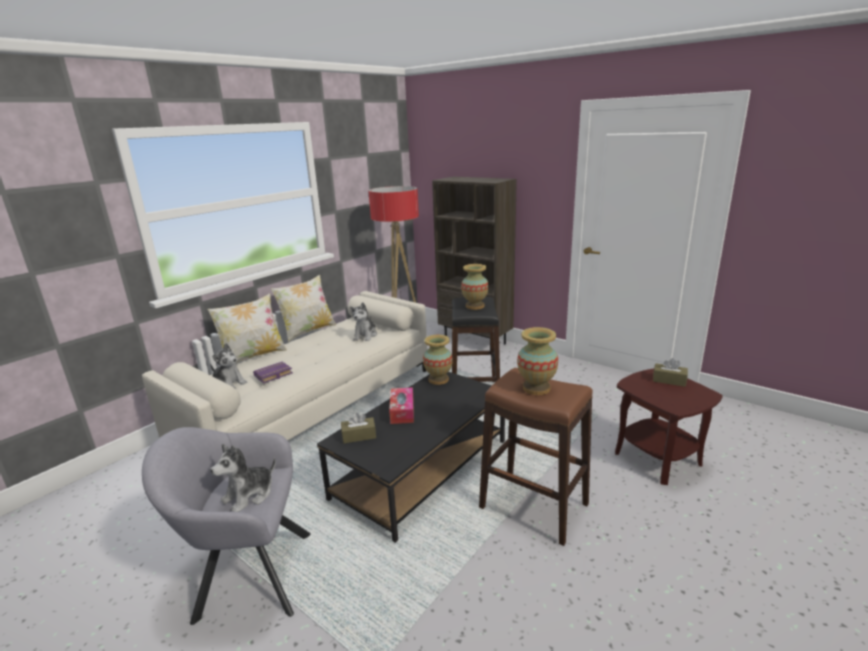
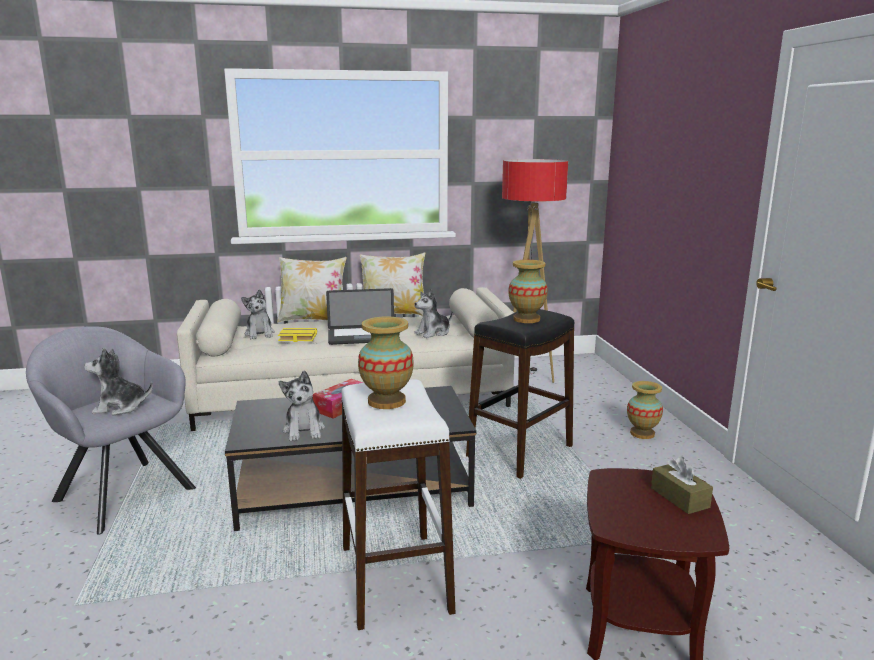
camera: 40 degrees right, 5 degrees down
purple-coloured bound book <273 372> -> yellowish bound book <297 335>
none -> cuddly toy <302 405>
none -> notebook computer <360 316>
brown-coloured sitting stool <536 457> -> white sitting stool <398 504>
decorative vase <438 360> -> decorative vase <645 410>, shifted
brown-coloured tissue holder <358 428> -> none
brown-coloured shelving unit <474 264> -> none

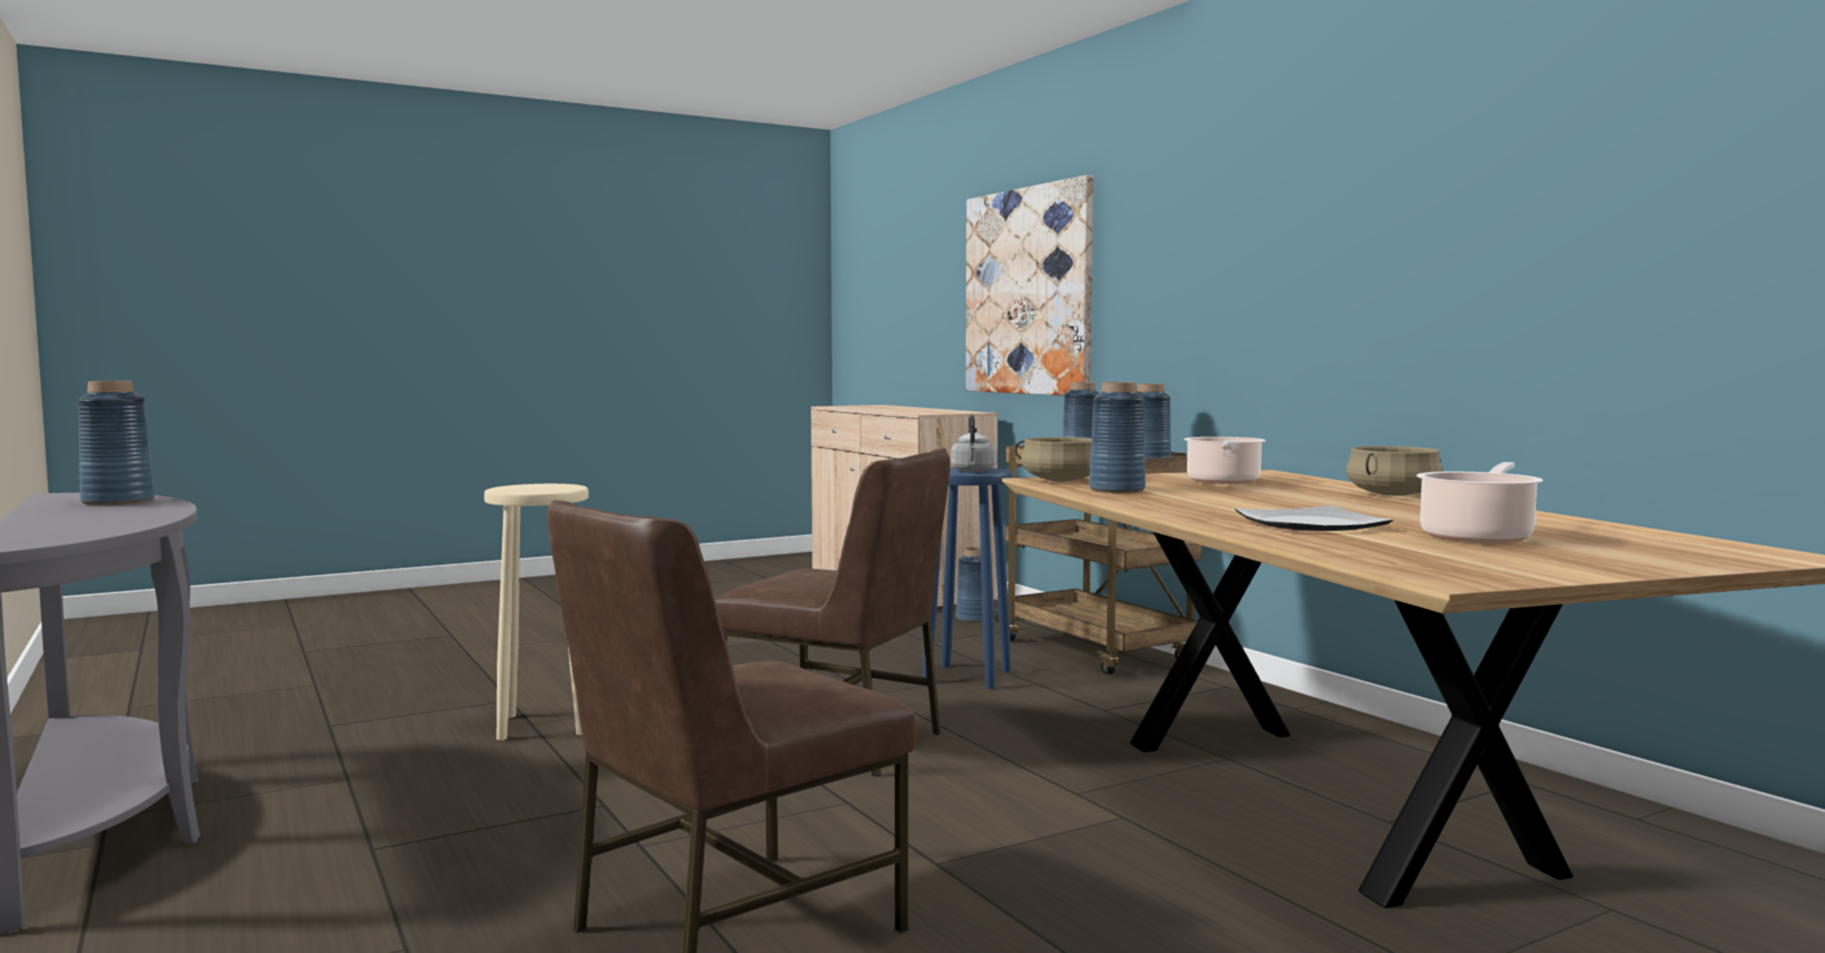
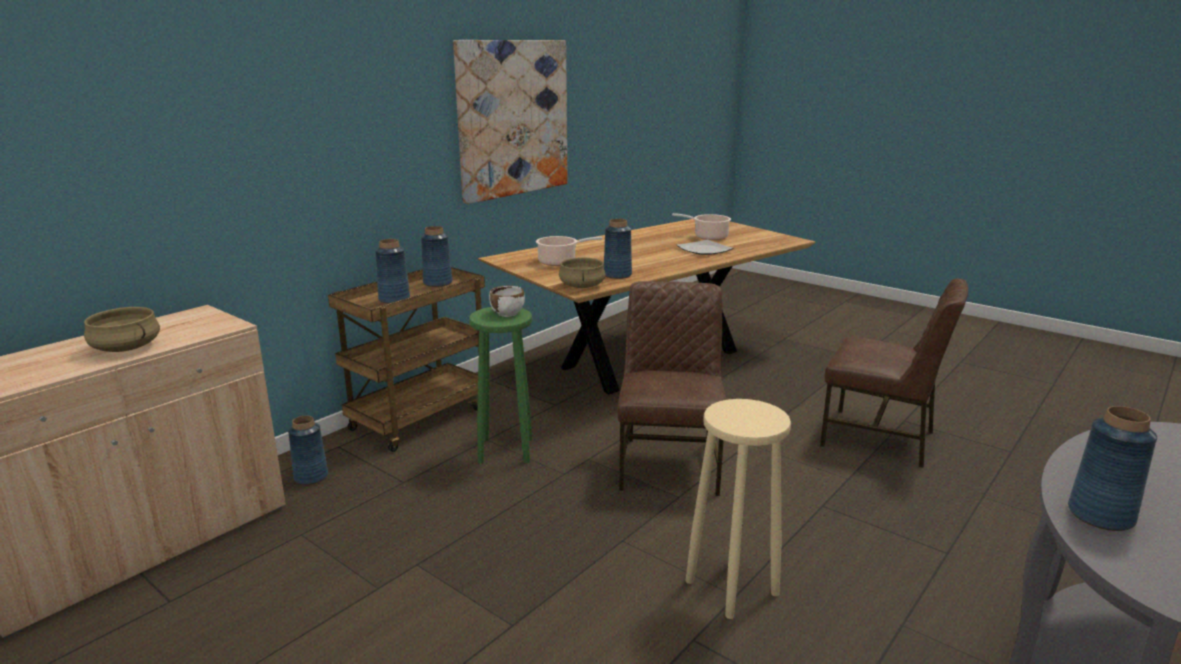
camera: 110 degrees left, 15 degrees up
sand-coloured saucepot <1394 471> -> sand-coloured saucepot <122 329>, shifted
wall picture <1029 285> -> wall picture <510 122>, shifted
blue sitting stool <968 578> -> green sitting stool <500 385>
greyish kettle <973 443> -> white deep dish <507 301>

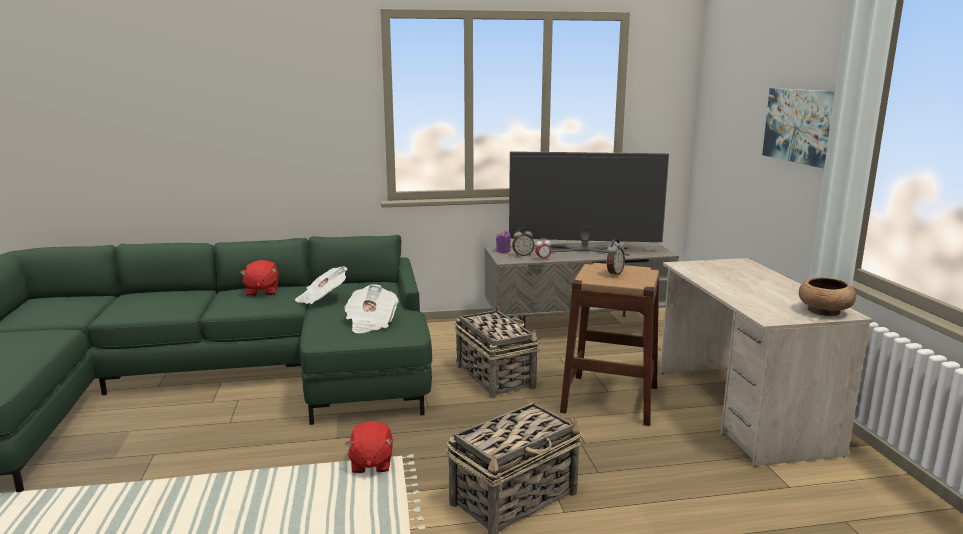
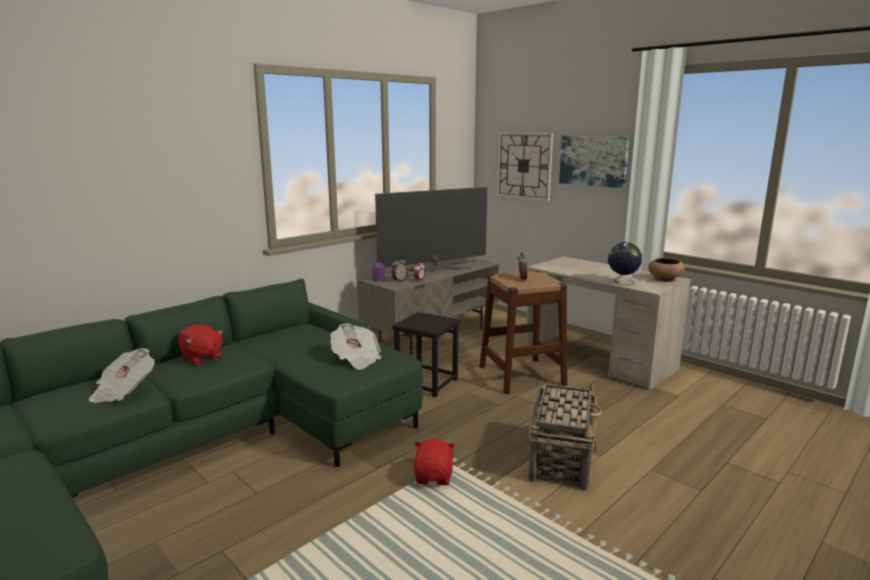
camera: 35 degrees left, 0 degrees up
daily paper <321 285> -> daily paper <122 375>, shifted
storage basket <497 351> -> blackish sitting stool <426 354>
red-coloured cuddly toy <369 447> -> red-coloured cuddly toy <434 462>, 135 degrees counterclockwise
none -> wall clock <524 166>
none -> desk globe <625 263>

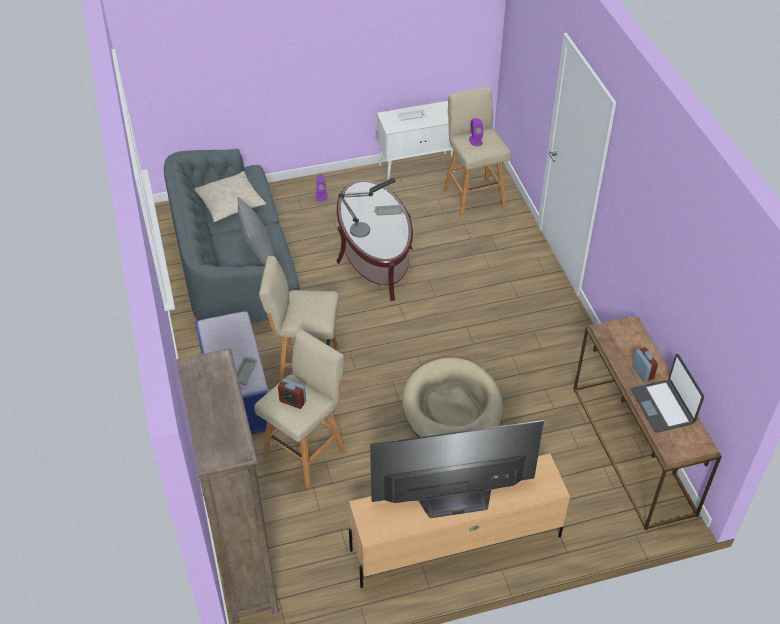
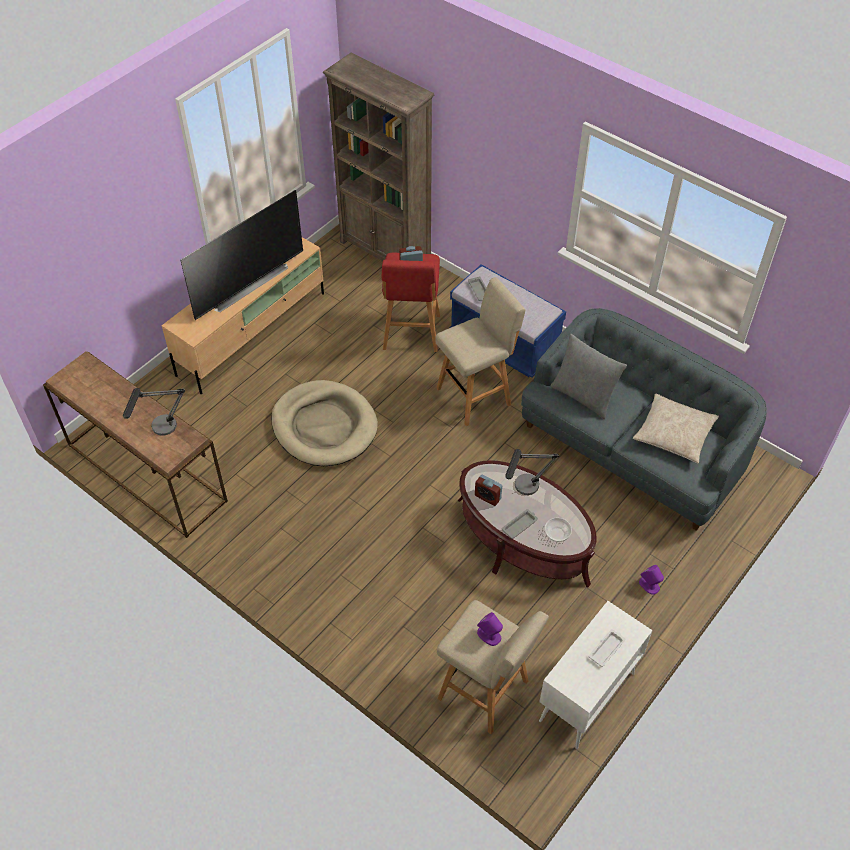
camera: 145 degrees right, 5 degrees up
none -> lamp for a table <154 412>
sand-coloured sitting stool <299 409> -> red-coloured sitting stool <411 302>
alarm clock <645 364> -> alarm clock <488 490>, shifted
notebook computer <667 393> -> none

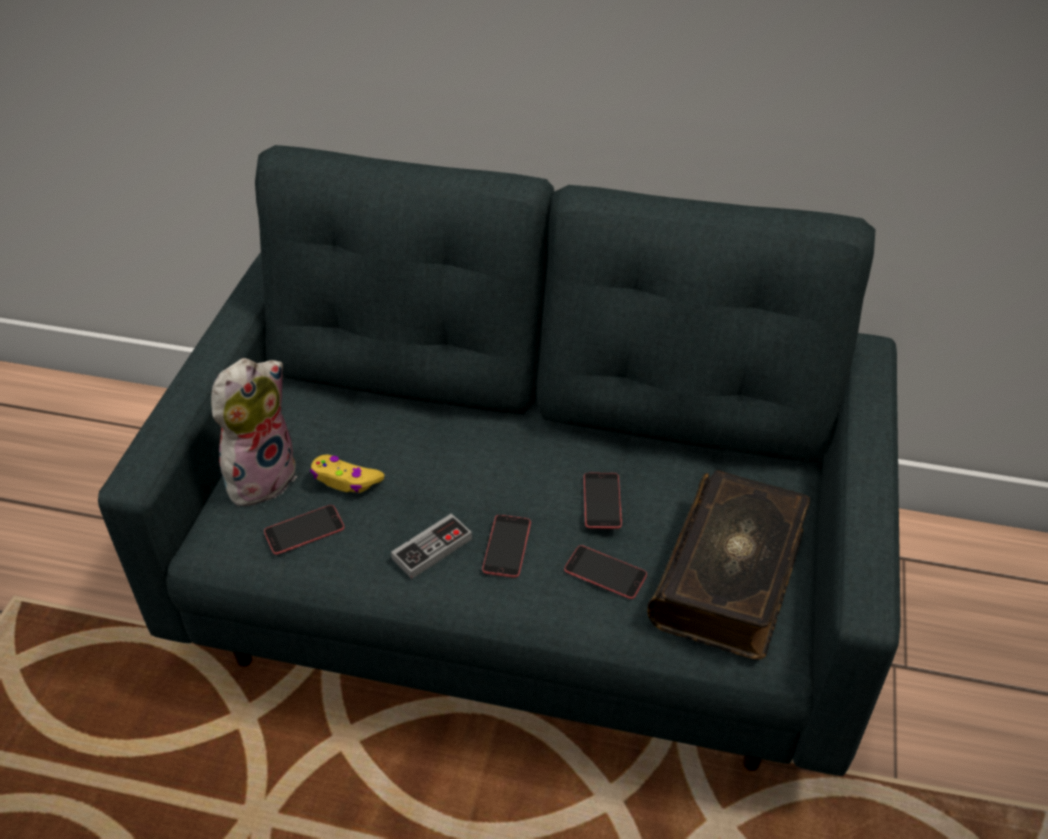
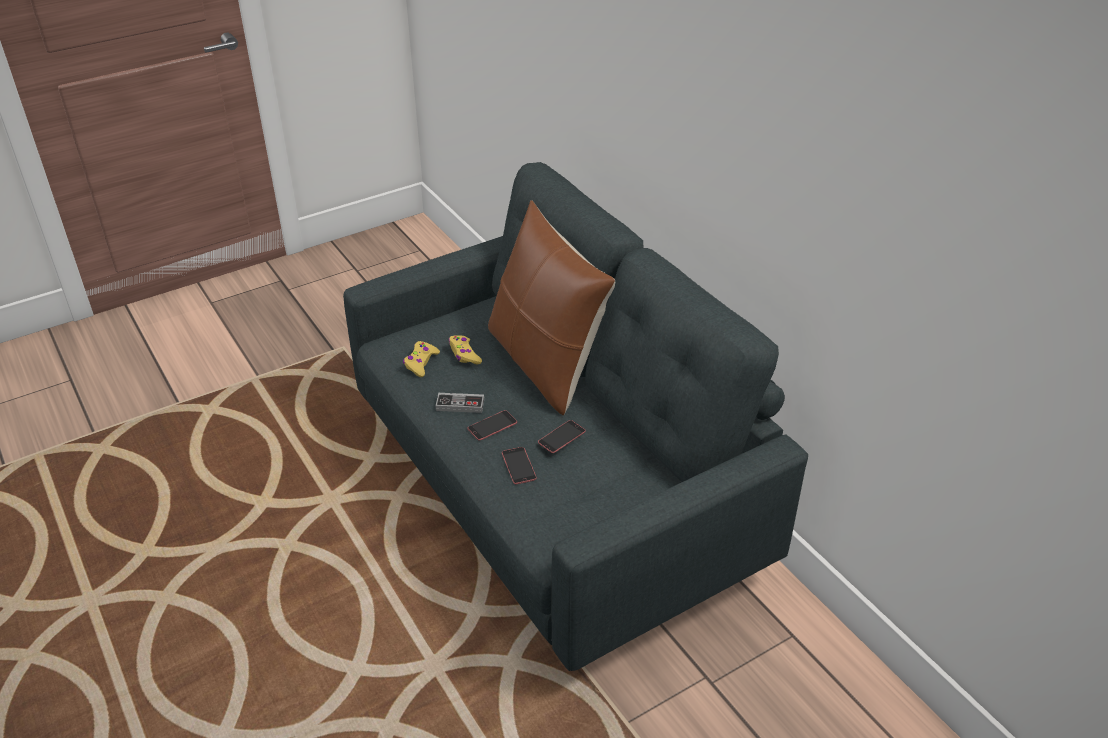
camera: 45 degrees right, 5 degrees down
telephone <304 530> -> yellowish joypad <421 359>
none -> brown-coloured pillow <551 307>
cuddly toy <254 432> -> none
bound book <728 565> -> none

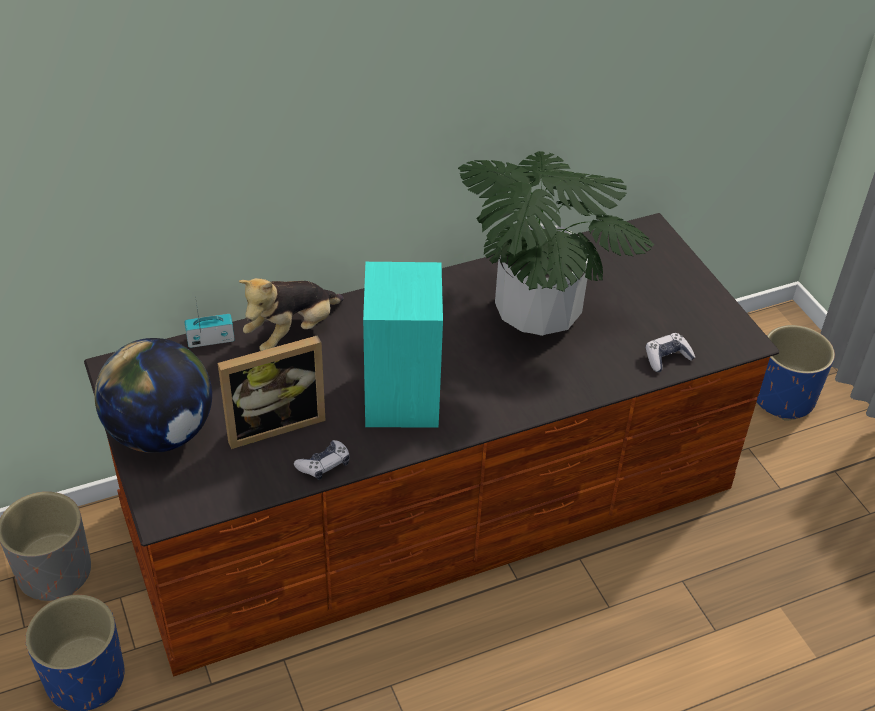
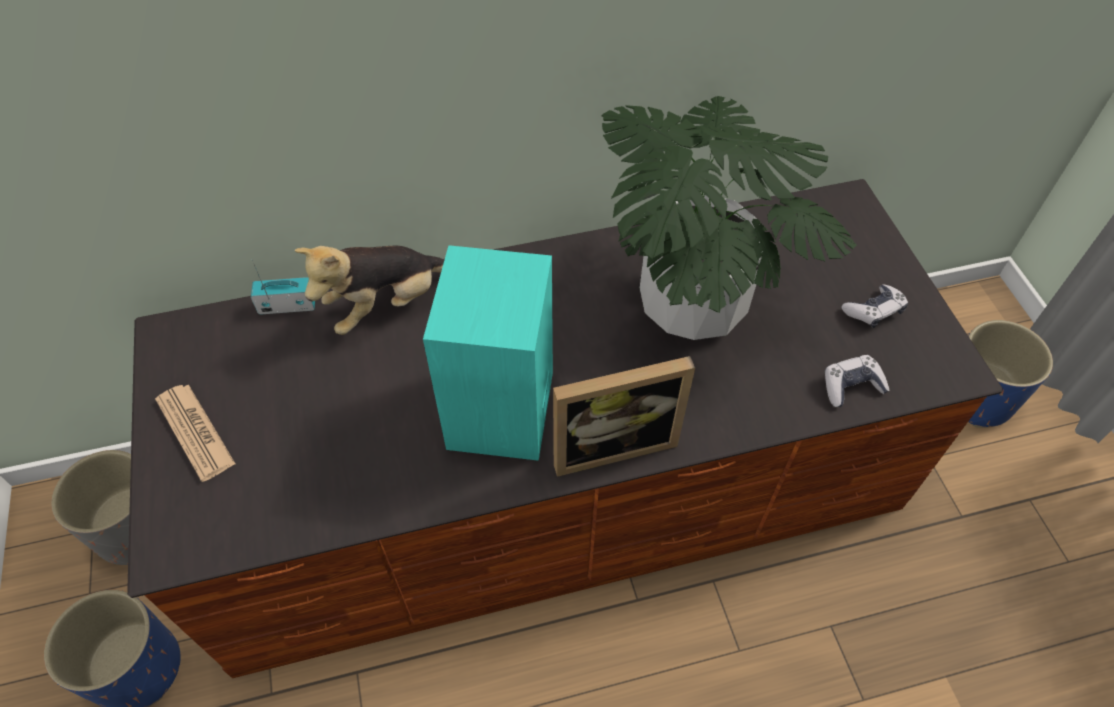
camera: 10 degrees right, 10 degrees up
desk globe <153 395> -> daily paper <195 433>
standing frame <272 392> -> standing frame <624 416>, shifted
joypad <322 460> -> joypad <875 306>, shifted

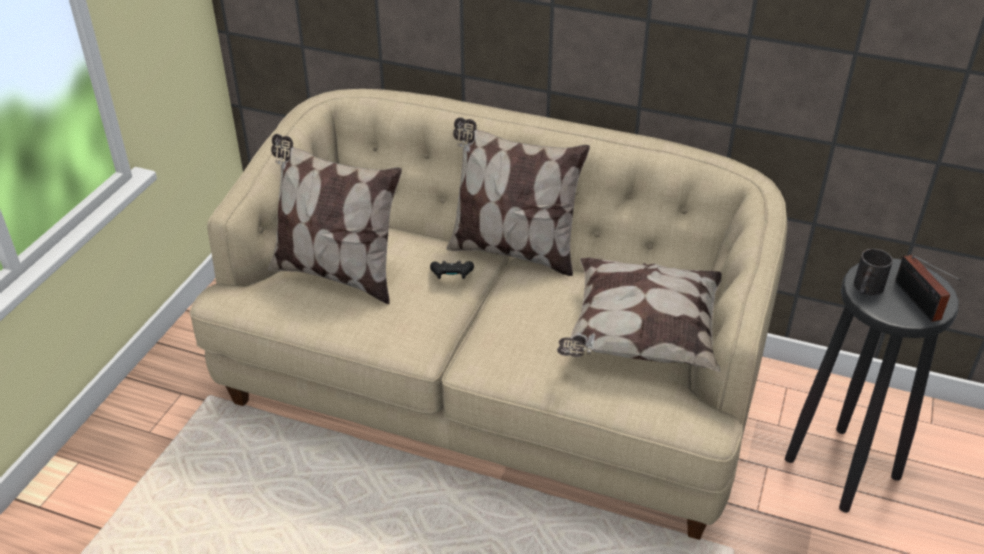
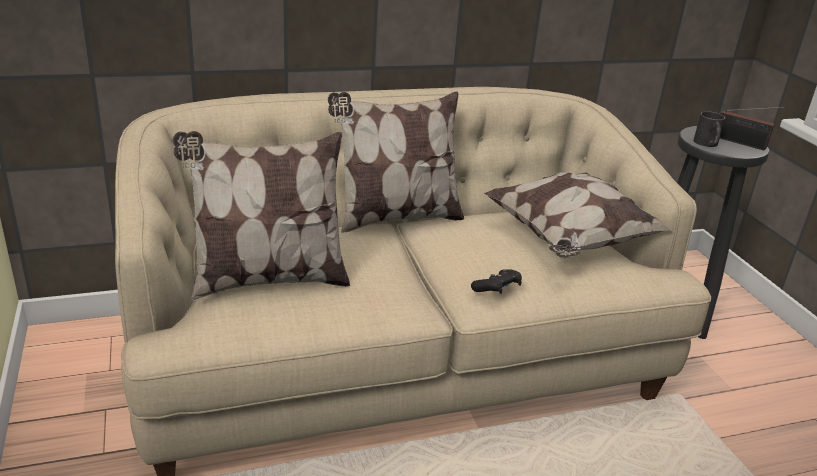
camera: 40 degrees left, 10 degrees down
blackish joypad <452 270> -> blackish joypad <496 281>, shifted

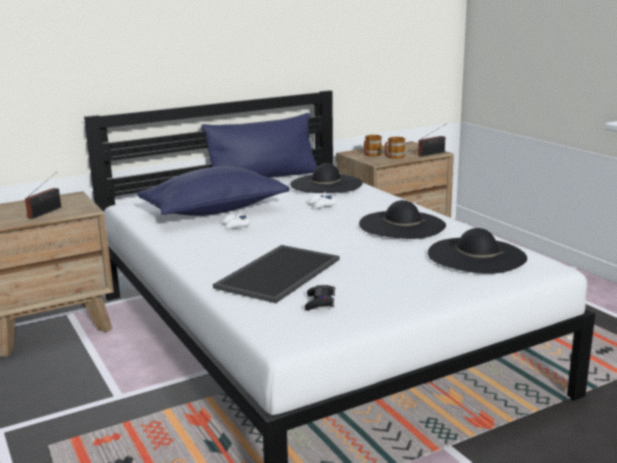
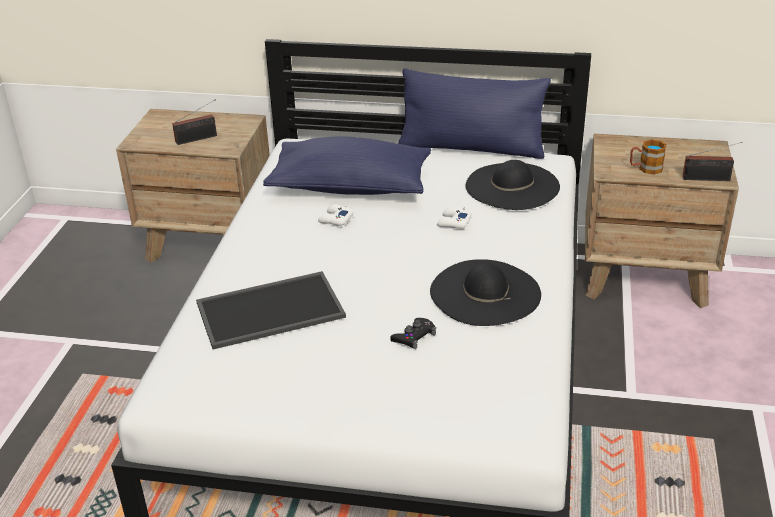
camera: 40 degrees right, 15 degrees up
blackish joypad <320 298> -> blackish joypad <413 333>, shifted
mug <373 146> -> none
blackish hat <477 251> -> none

